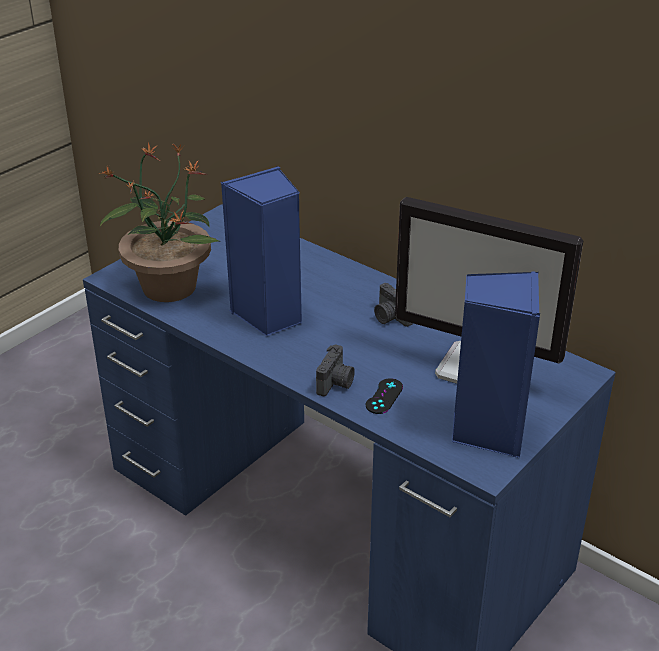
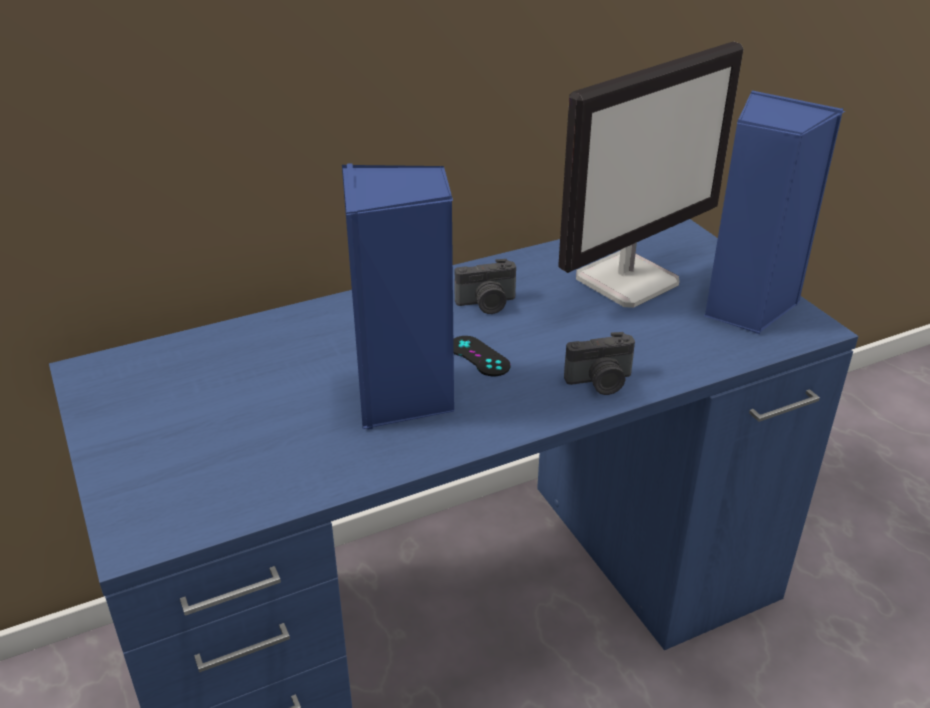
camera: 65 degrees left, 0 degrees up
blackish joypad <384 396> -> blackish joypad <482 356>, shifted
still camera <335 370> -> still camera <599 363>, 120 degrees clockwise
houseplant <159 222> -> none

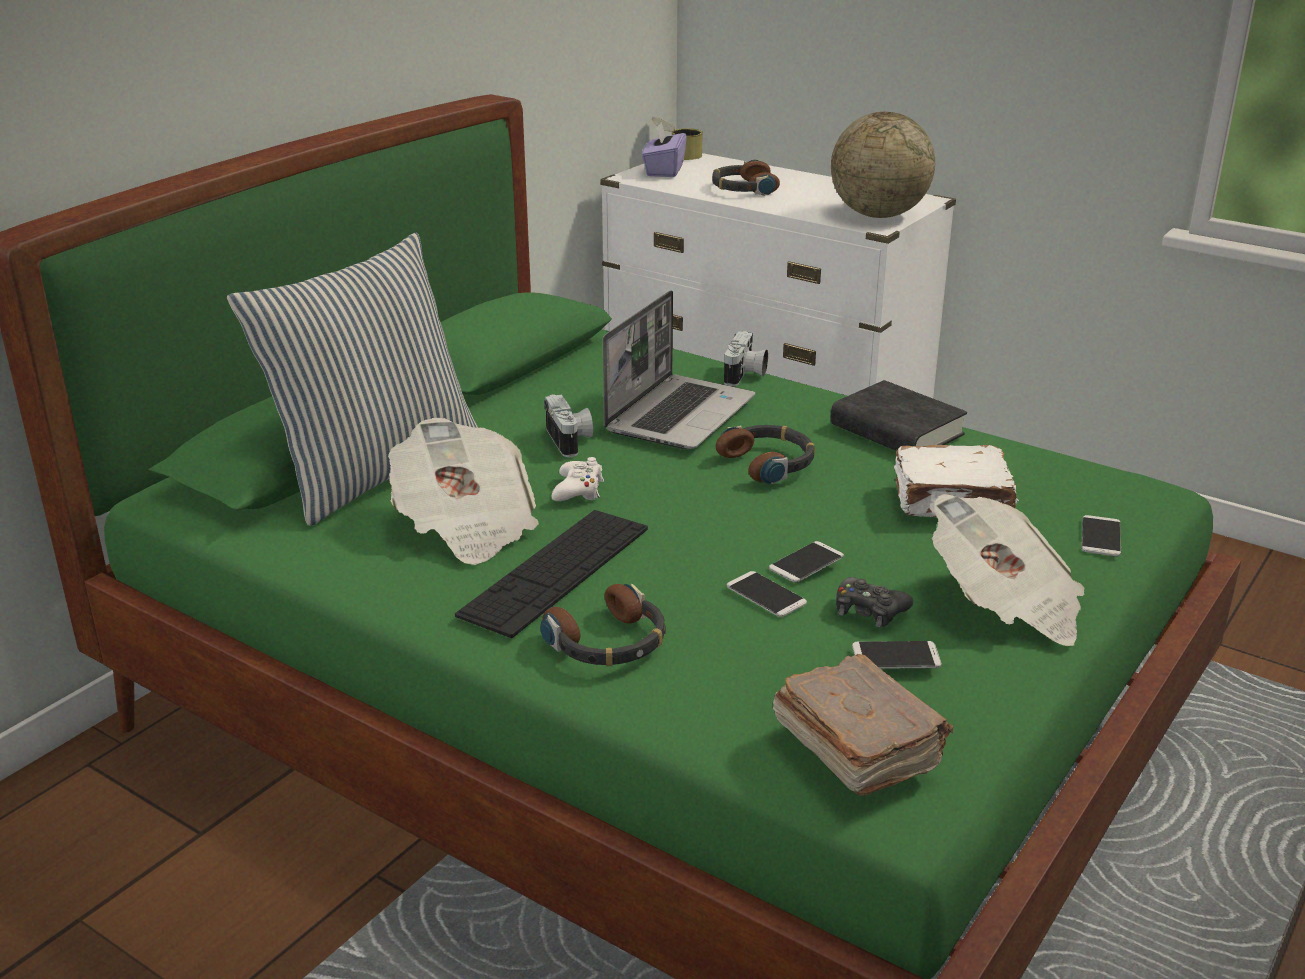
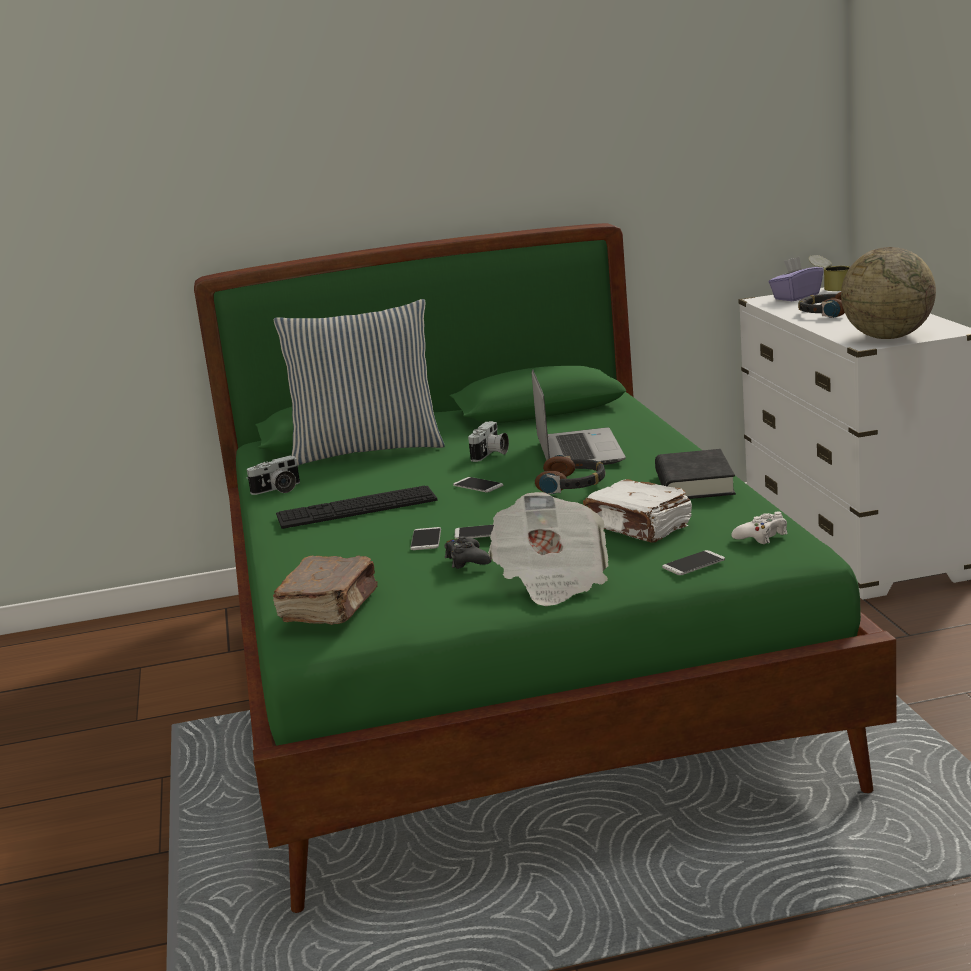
camera: 45 degrees right, 10 degrees down
still camera <746 358> -> still camera <273 475>, shifted
telephone <897 655> -> telephone <478 484>, shifted
notebook computer <679 369> -> notebook computer <579 417>, 75 degrees counterclockwise
white joypad <577 479> -> white joypad <760 528>, shifted
daily paper <463 491> -> none
pair of headphones <603 625> -> none

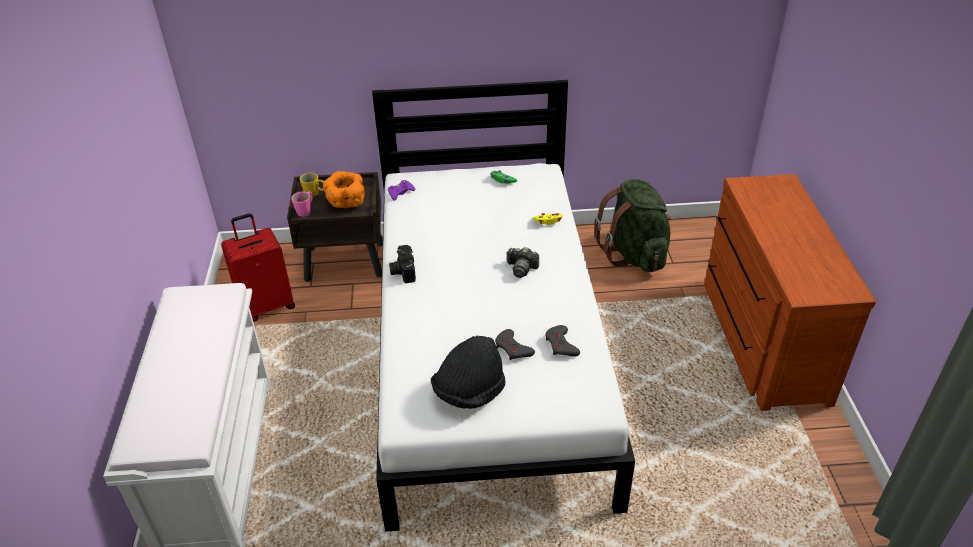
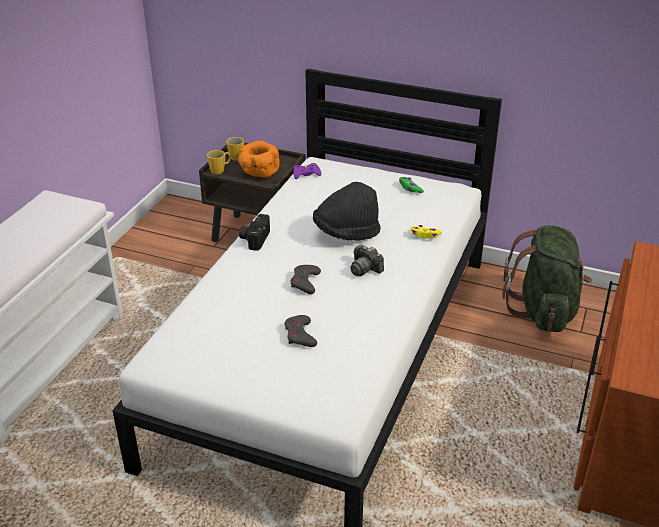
camera: 25 degrees right, 5 degrees down
pinkish mug <302 204> -> yellowish mug <219 162>
greyish joypad <562 341> -> greyish joypad <306 279>, shifted
blackish hat <468 372> -> blackish hat <347 211>, shifted
red-coloured piece of luggage <258 267> -> none

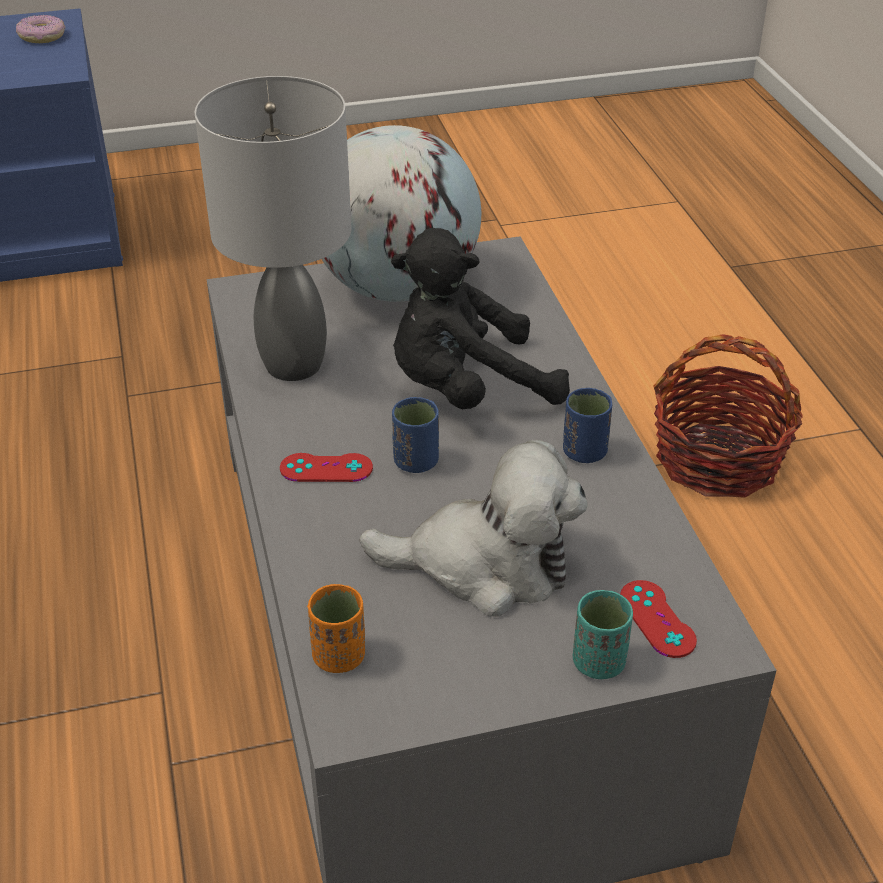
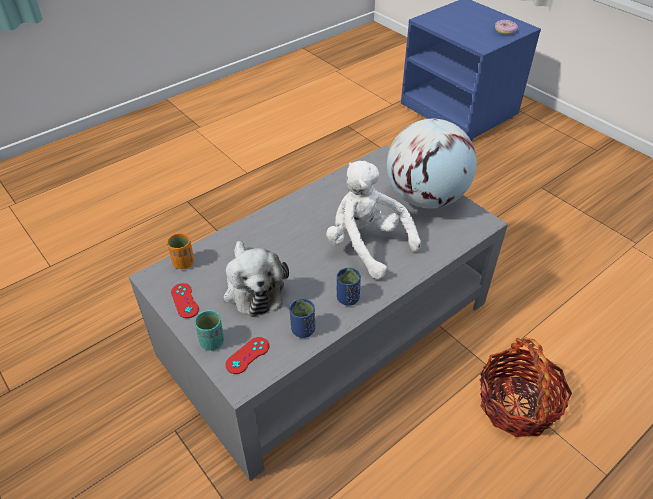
camera: 65 degrees right, 5 degrees up
red-coloured joypad <326 467> -> red-coloured joypad <185 300>, shifted
blue cup <415 435> -> blue cup <302 318>, shifted
blackish cuddly toy <480 318> -> white cuddly toy <373 220>
greyish lamp for a table <273 228> -> none

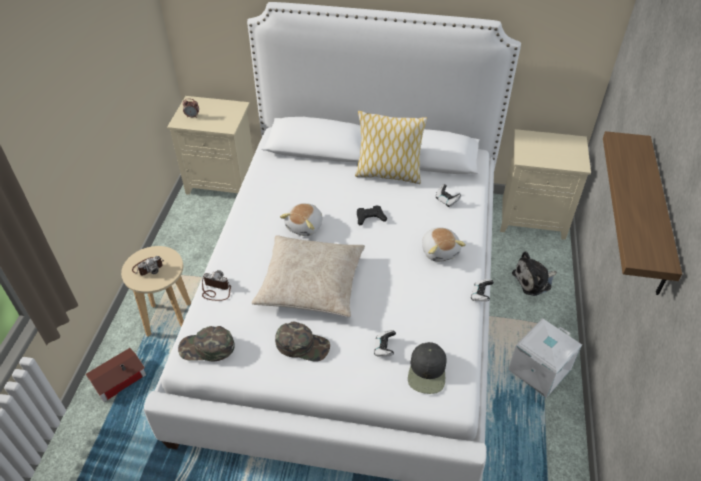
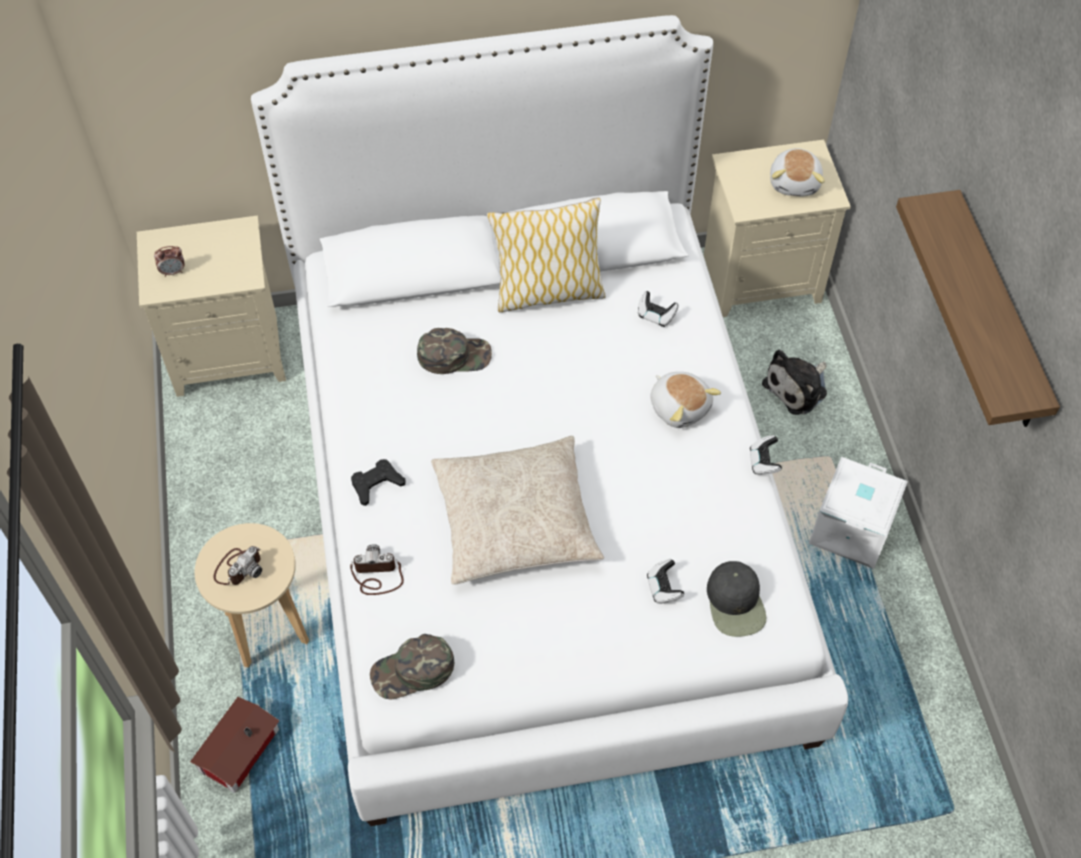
camera: 20 degrees left, 10 degrees up
blackish joypad <372 215> -> blackish joypad <378 482>, shifted
green cap <302 342> -> green cap <454 351>, shifted
cuddly toy <301 219> -> cuddly toy <797 172>, shifted

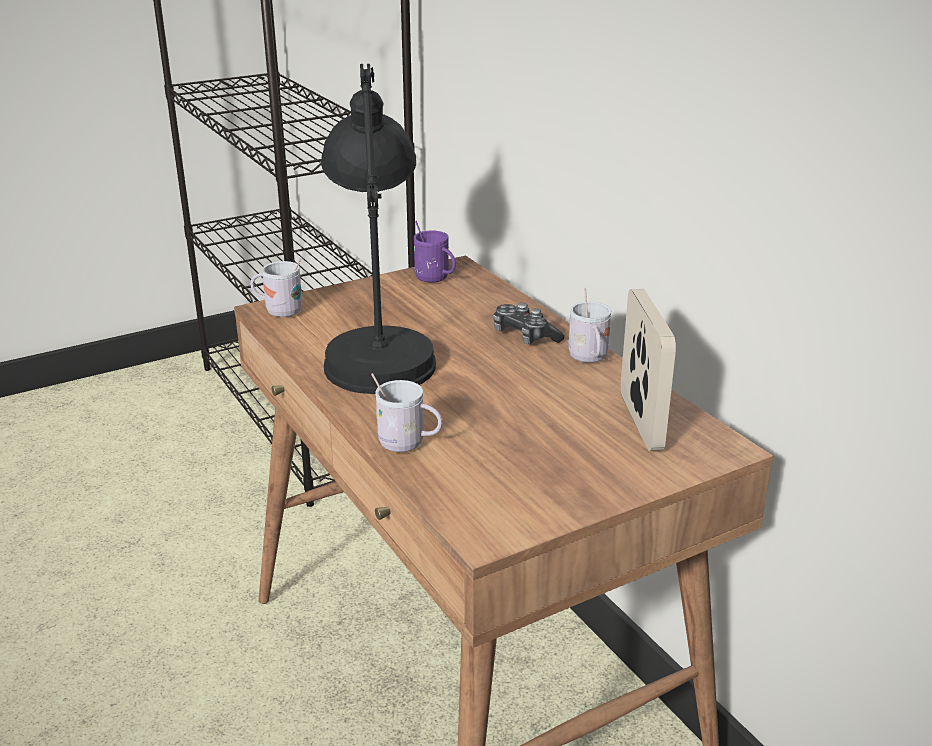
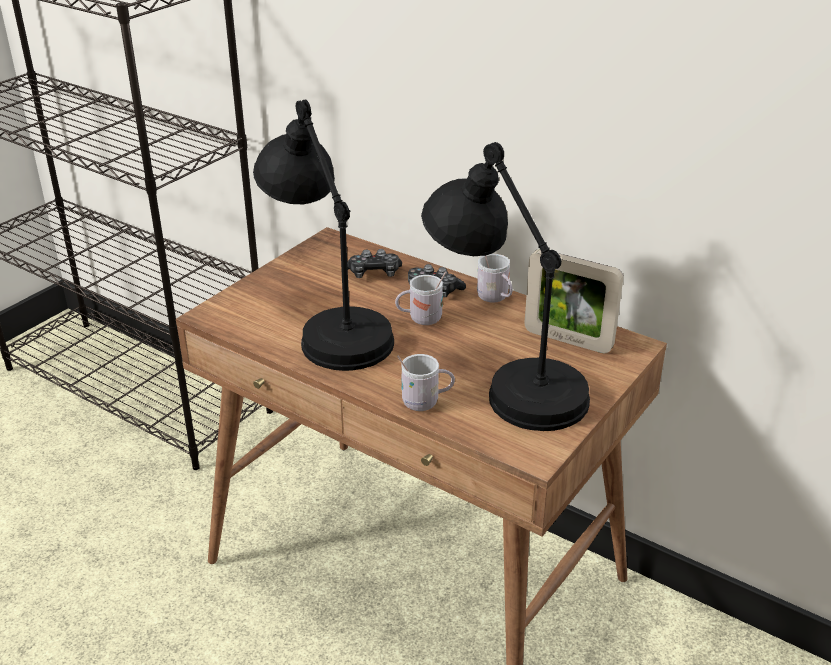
camera: 25 degrees left, 5 degrees up
none -> joypad <374 263>
white mug <276 287> -> white mug <420 298>, shifted
none -> blackish lamp for a table <505 286>
standing frame <648 370> -> standing frame <573 301>, 150 degrees clockwise
purple-coloured mug <435 252> -> none

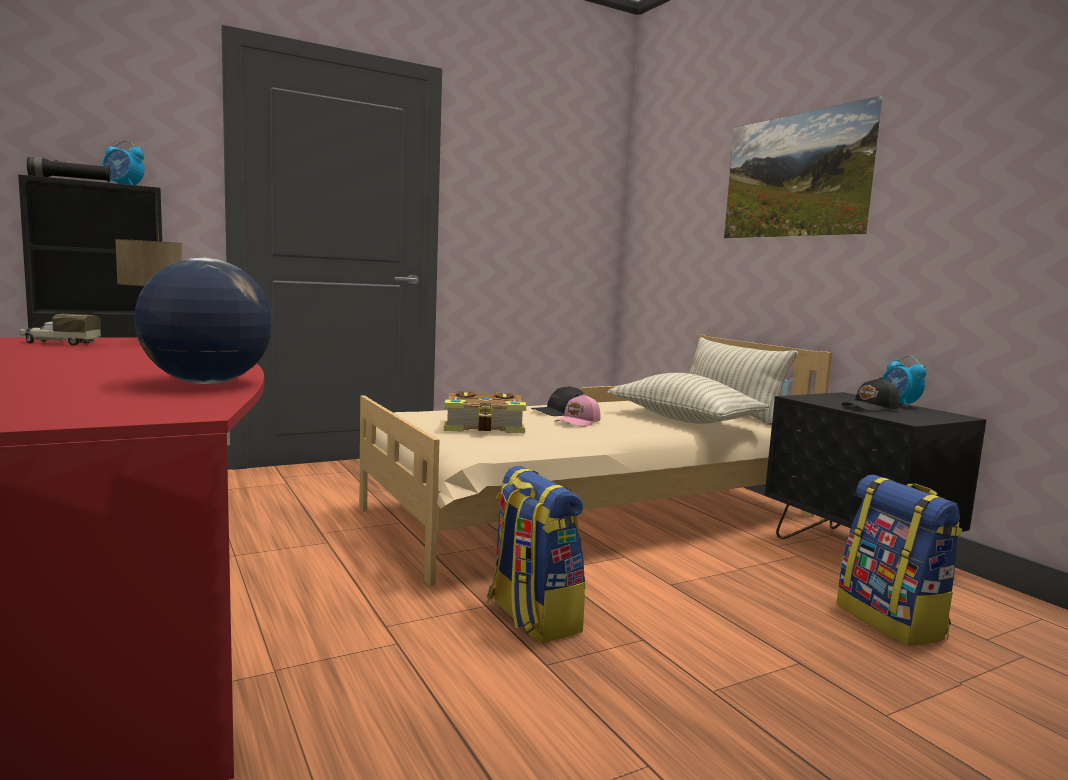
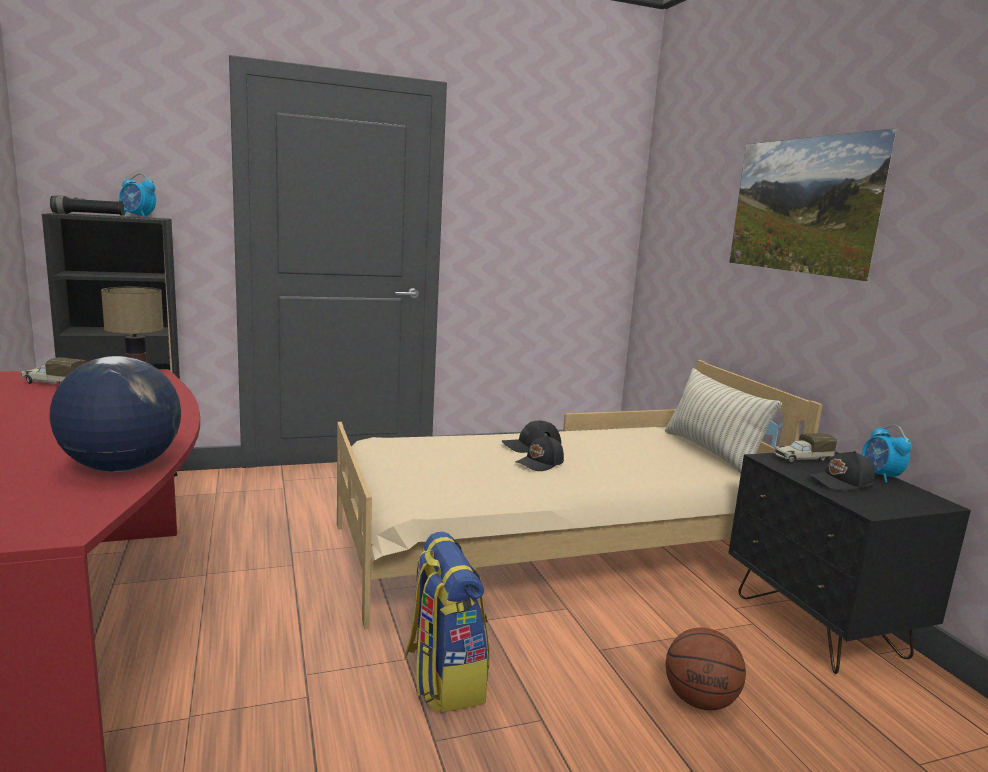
camera: 10 degrees right, 5 degrees up
pinkish cap <578 410> -> blackish cap <539 453>
none -> ball for basketball <706 669>
none -> toy lorry <805 448>
bound book <485 412> -> none
pillow <688 398> -> none
rucksack <899 560> -> none

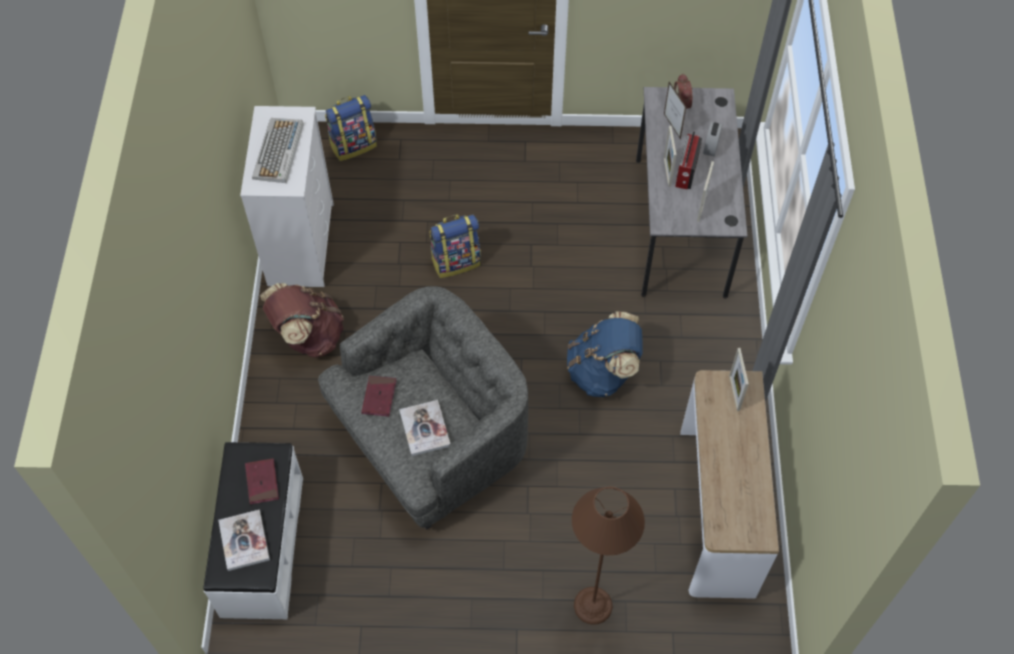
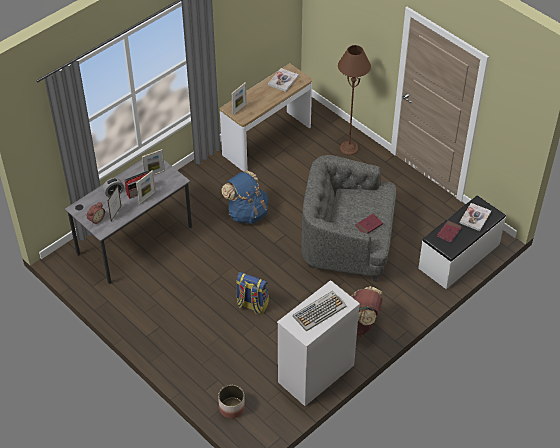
camera: 135 degrees left, 10 degrees down
rucksack <351 128> -> flower pot <231 401>
bound book <424 428> -> bound book <283 80>, shifted

